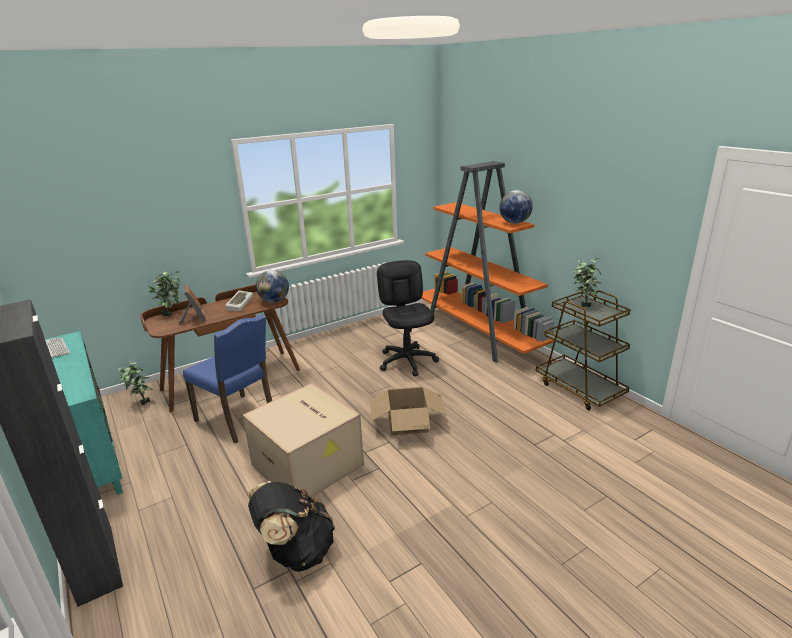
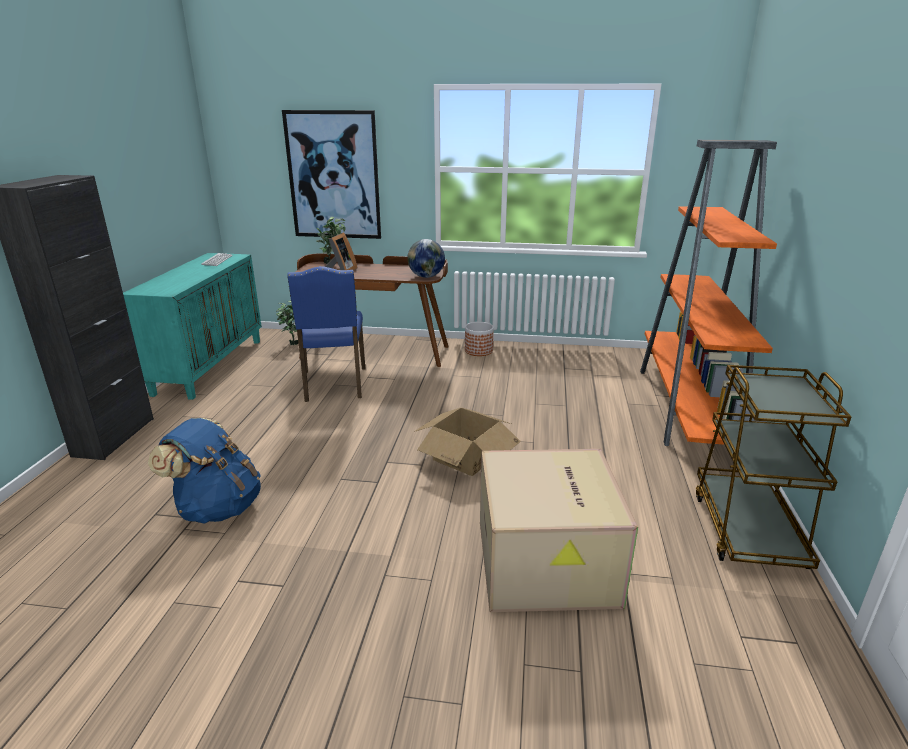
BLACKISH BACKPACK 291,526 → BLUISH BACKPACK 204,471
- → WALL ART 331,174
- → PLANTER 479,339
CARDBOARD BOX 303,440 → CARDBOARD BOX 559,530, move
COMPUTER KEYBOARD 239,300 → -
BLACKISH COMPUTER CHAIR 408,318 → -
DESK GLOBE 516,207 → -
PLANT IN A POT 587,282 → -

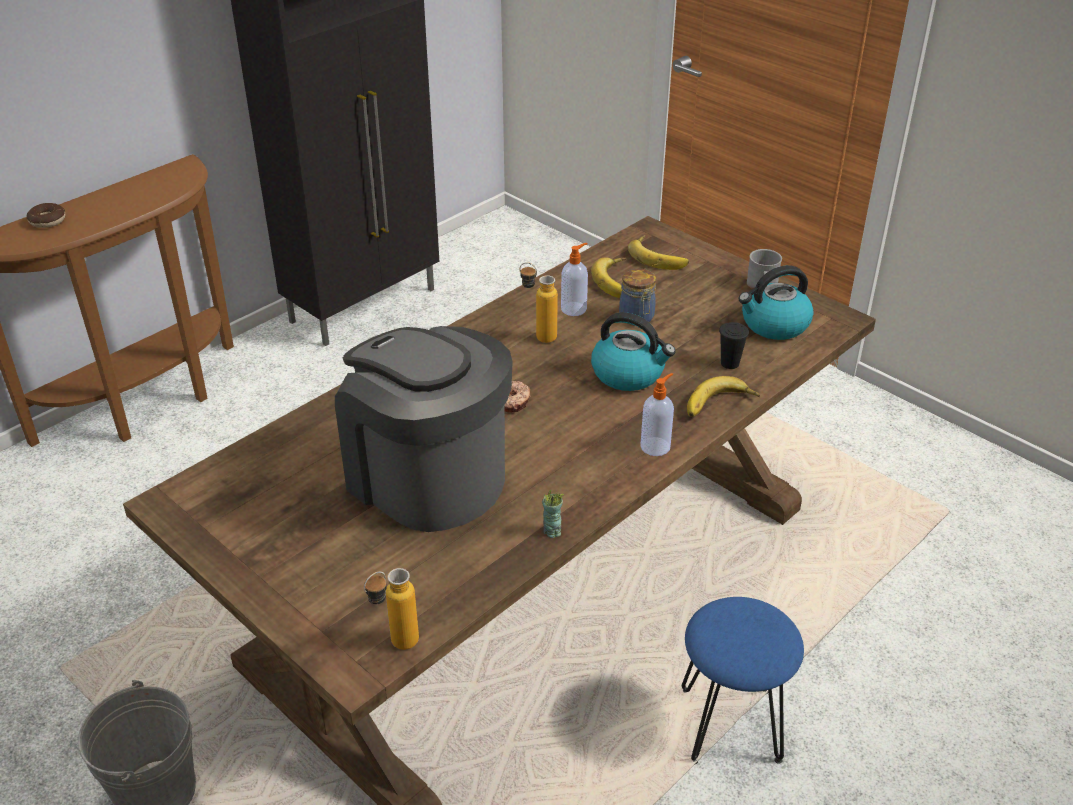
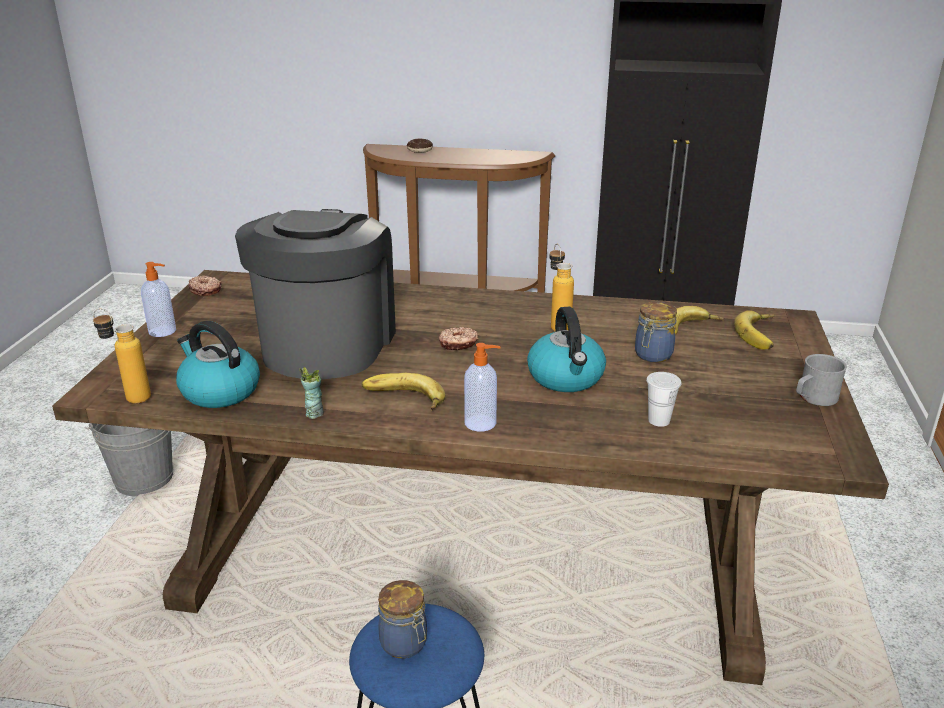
LIQUID SOAP BOTTLE 574,279 → LIQUID SOAP BOTTLE 158,299, move
KETTLE 776,302 → KETTLE 218,364, move
- → DOUGHNUT 205,285
BANANA 723,396 → BANANA 403,392, move
- → STORAGE JAR 402,619
BLACKISH CUP 734,345 → WHITE CUP 663,399

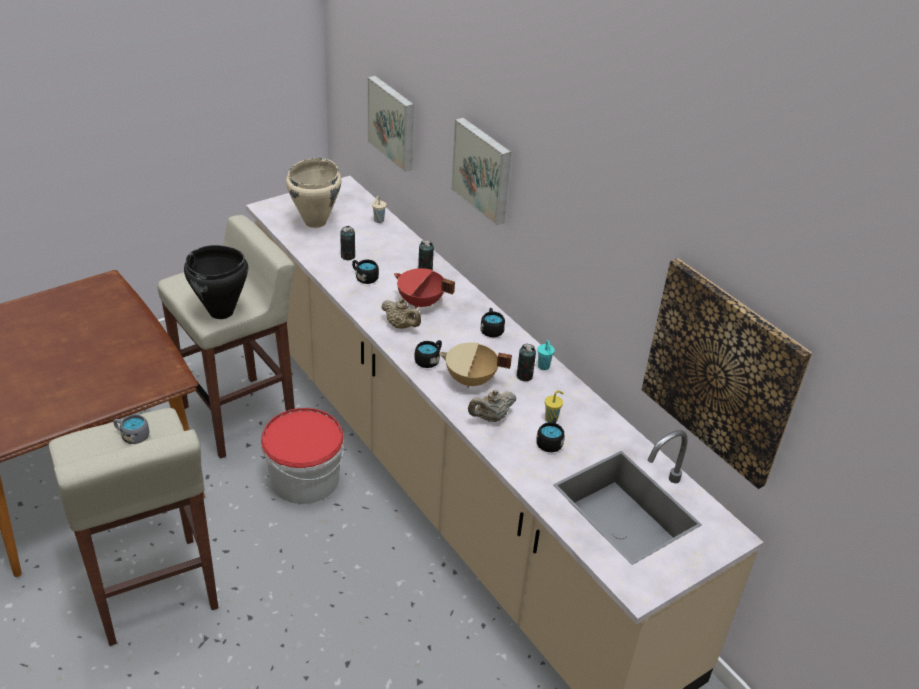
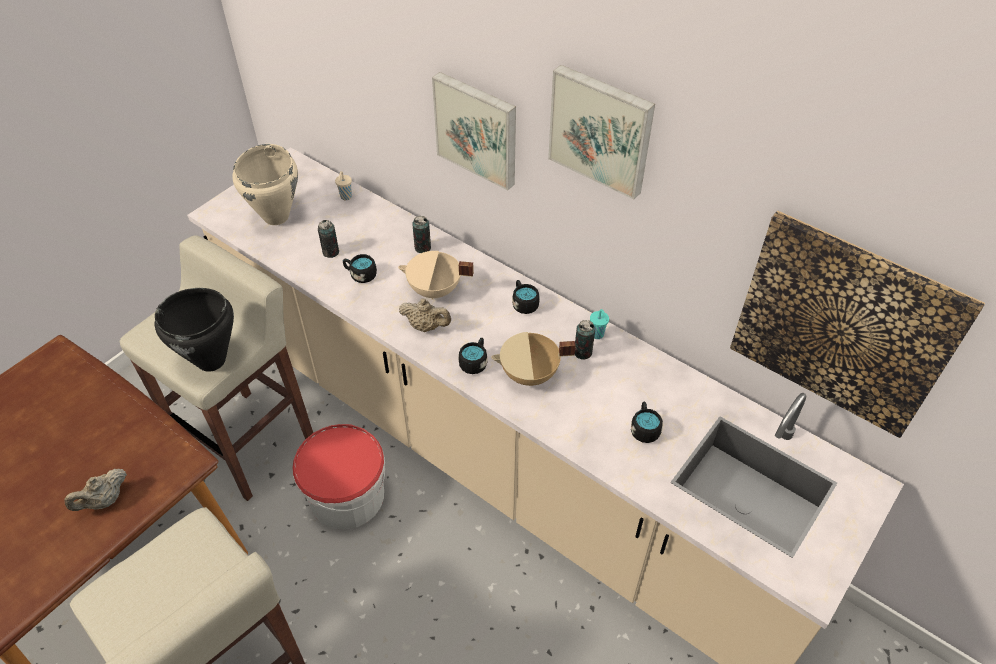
SAND-COLOURED TEAPOT 492,406 → SAND-COLOURED TEAPOT 95,490, move
RED-COLOURED STOCKPOT 424,288 → SAND-COLOURED STOCKPOT 436,275
WALL ART 391,124 → WALL ART 601,132, move
GRAY TEA MUG 131,429 → -
YELLOW CUP 554,406 → -

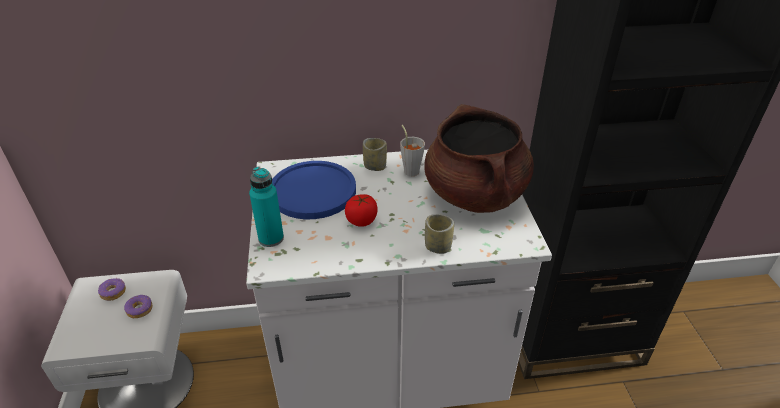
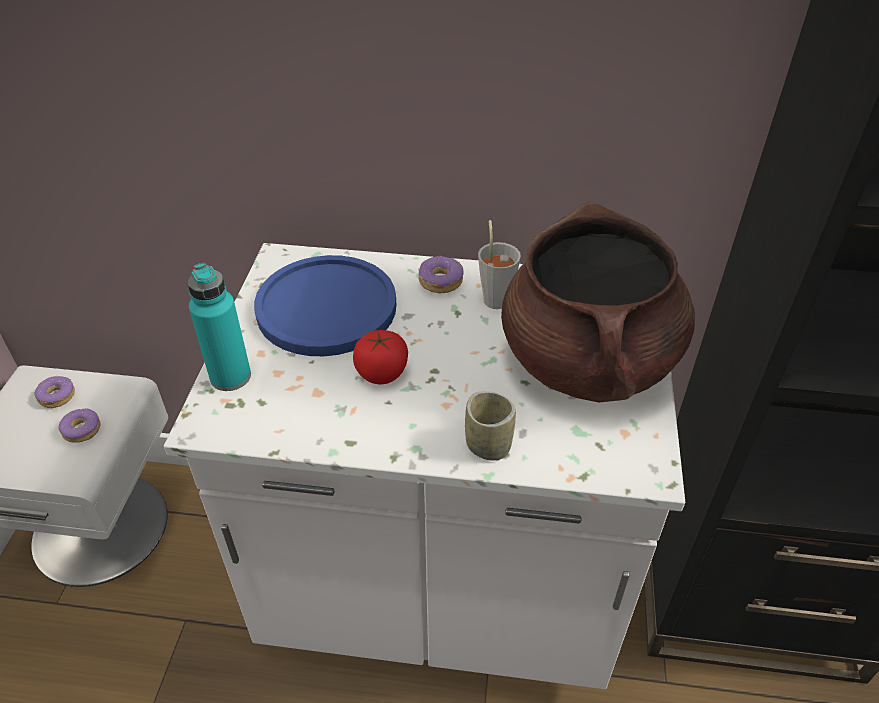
CUP 375,154 → DOUGHNUT 441,275

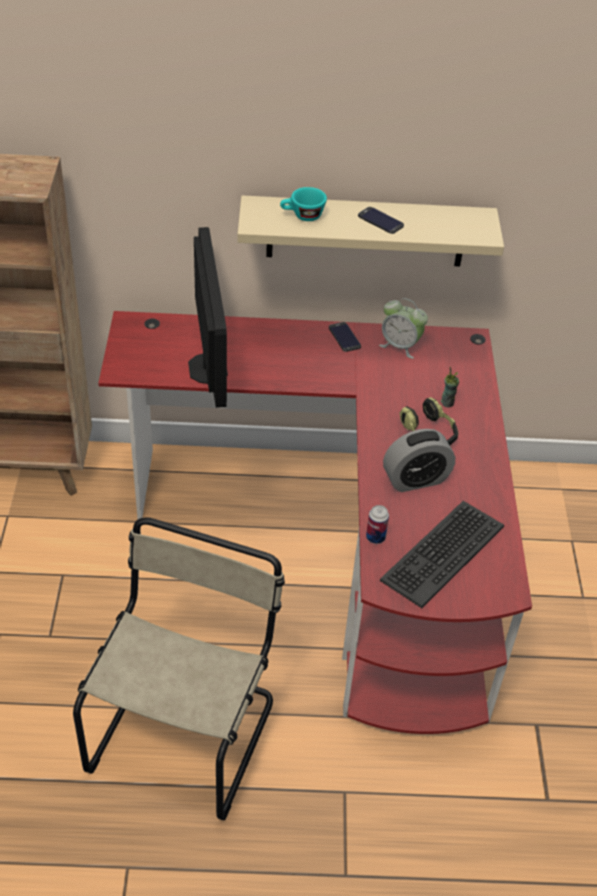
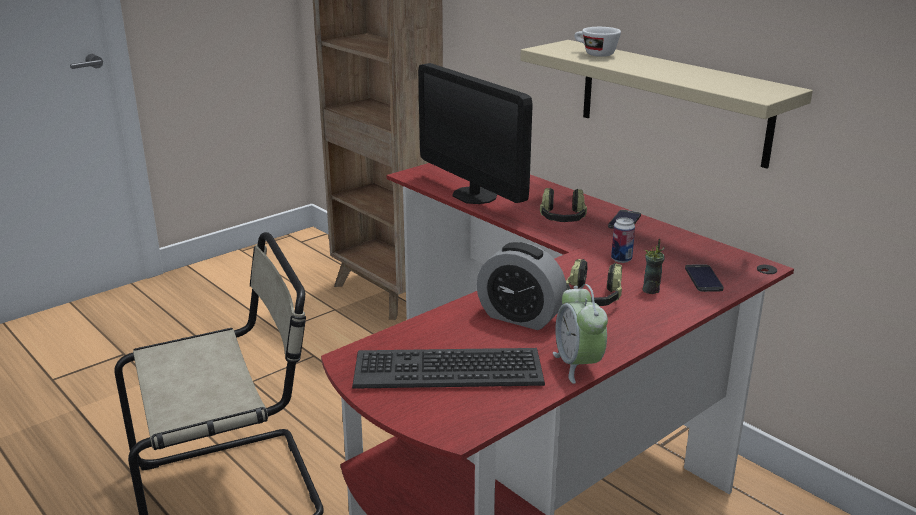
COMPUTER DISPLAY 208,317 → COMPUTER DISPLAY 475,133, 105 degrees clockwise
- → PAIR OF HEADPHONES 563,205
BEDSIDE CLOCK 403,328 → BEDSIDE CLOCK 580,334, move
BLUE-GREEN CUP 303,204 → WHITE CUP 597,42
CAN 377,524 → CAN 623,240, move
PHONE 381,220 → PHONE 704,278, move

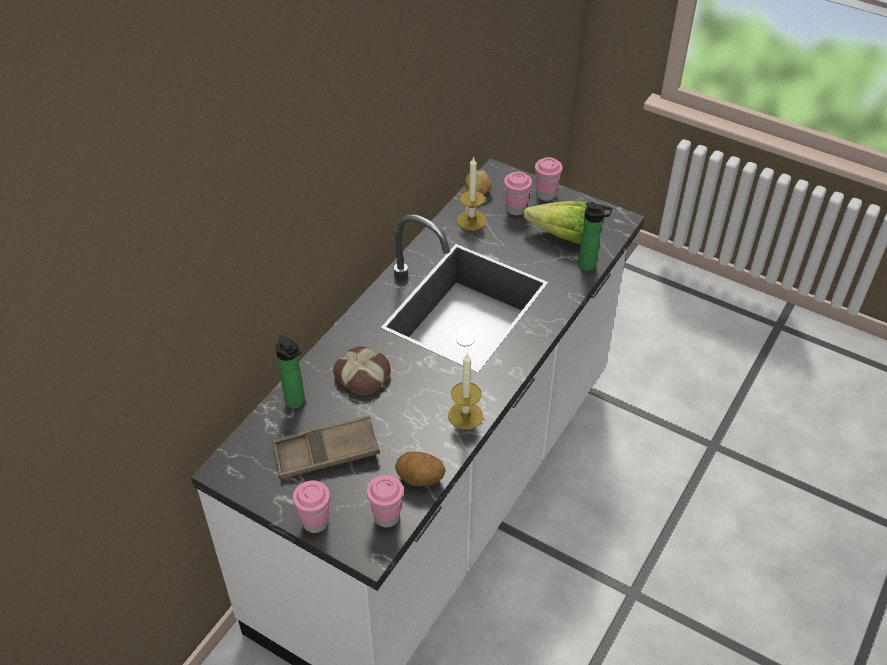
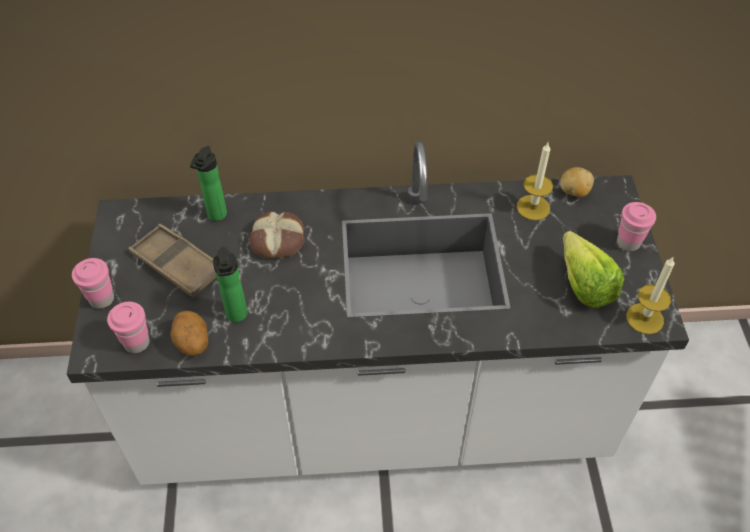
BEVERAGE BOTTLE 595,236 → BEVERAGE BOTTLE 230,284, move
CANDLE 465,391 → CANDLE 650,295, move
PINK-COLOURED CUP 518,193 → -

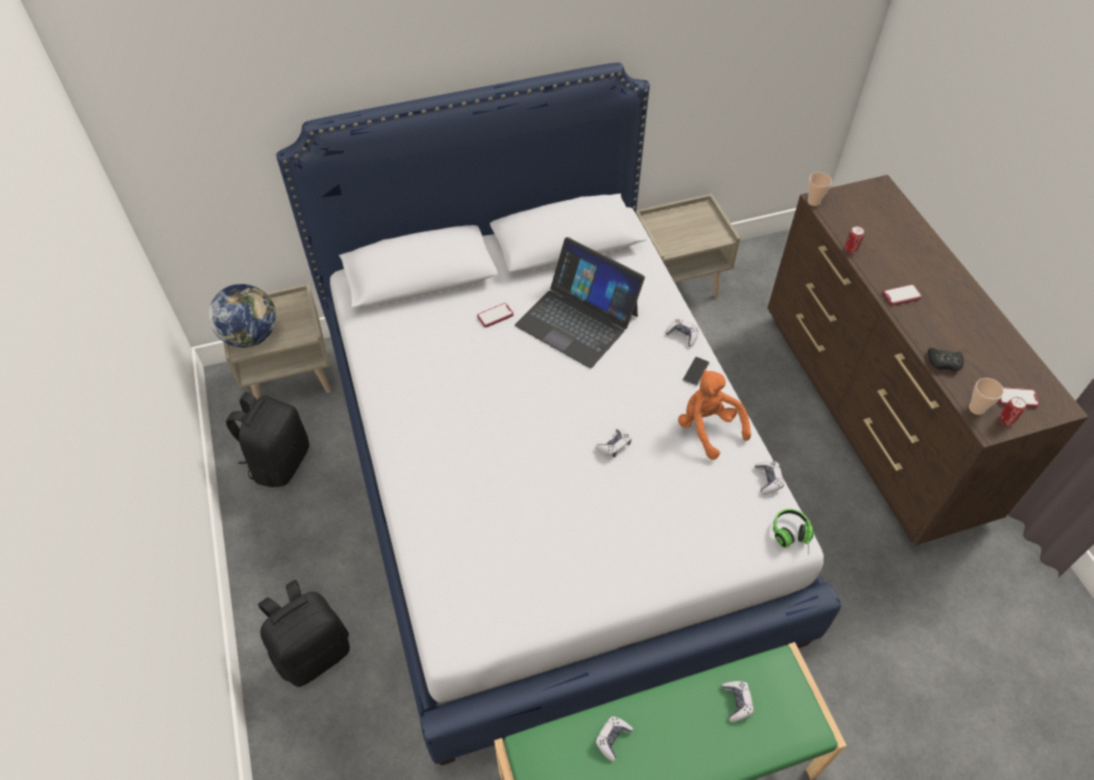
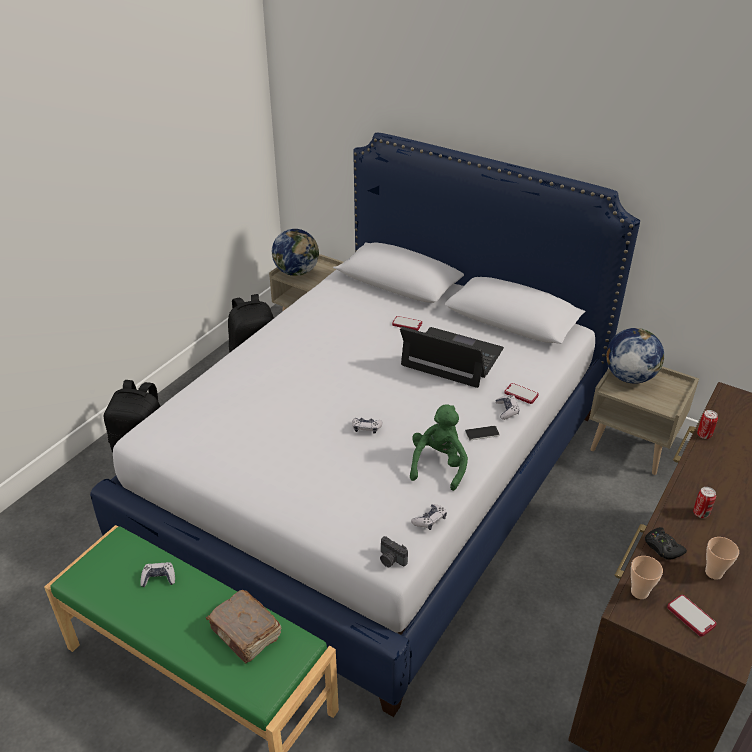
GAME CONTROLLER 738,701 → BROWN-COLOURED VOLUME 244,626
PAIR OF HEADPHONES 793,532 → STILL CAMERA 394,551
LAPTOP 580,302 → LAPTOP 452,357, 120 degrees clockwise
ORANGE-COLOURED CUDDLY TOY 714,414 → GREENISH CUDDLY TOY 439,447
PHONE 902,295 → PHONE 521,393, move
- → DESK GLOBE 635,356
CAN 1012,411 → CAN 704,502, move
CUP 820,189 → CUP 722,558, move

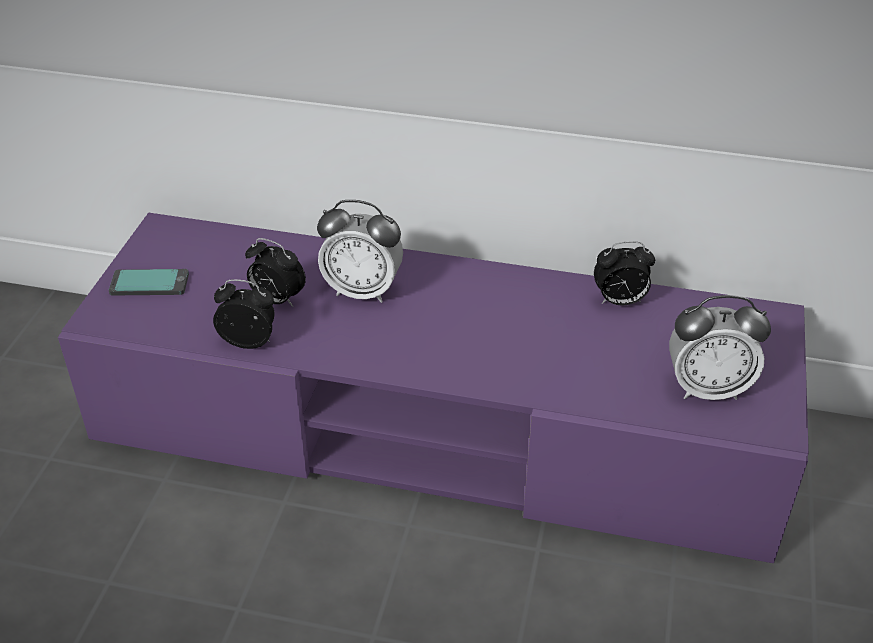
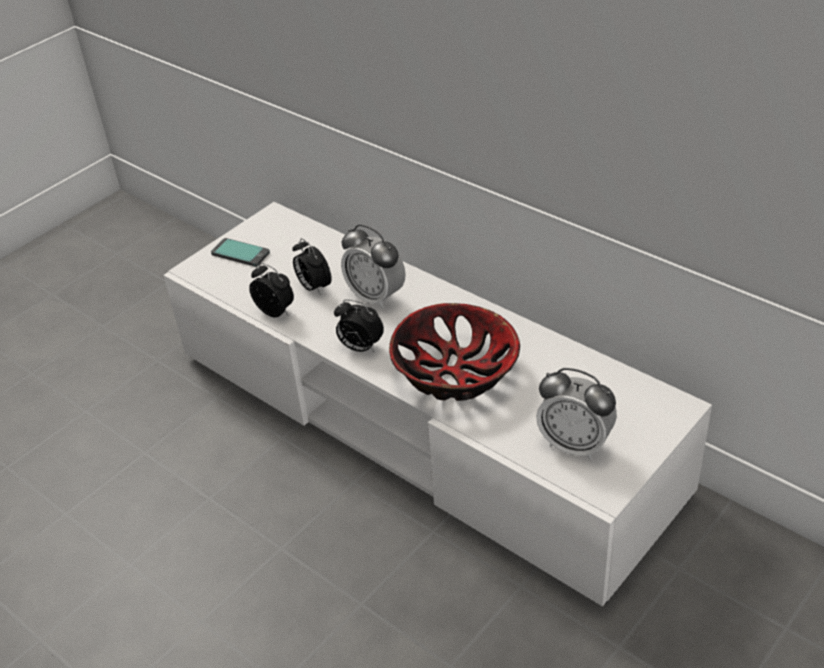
PURPLE TV STAND 433,388 → WHITE TV STAND 438,404
BEDSIDE CLOCK 624,273 → BEDSIDE CLOCK 359,326, move
- → BOWL 454,352

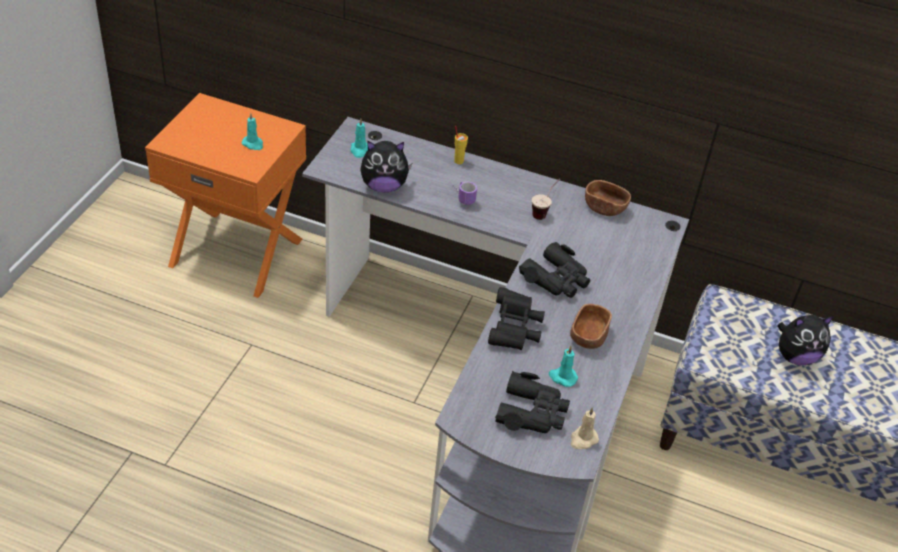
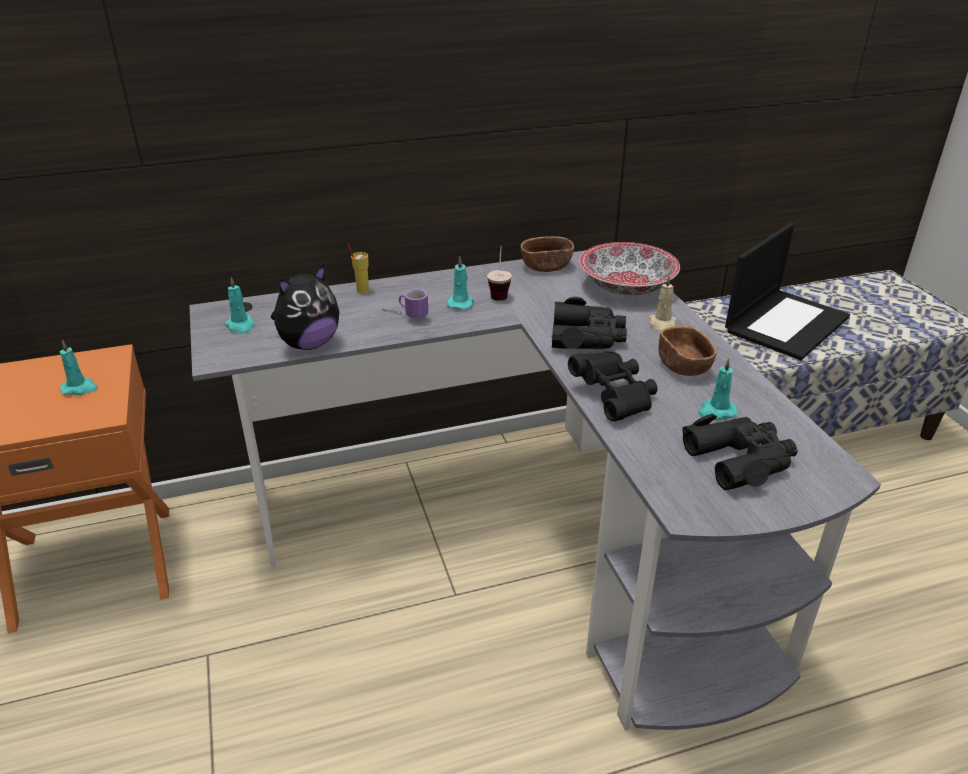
- → BLUE-GREEN CANDLE 460,283
- → BOWL 629,269
SAND-COLOURED CANDLE 585,428 → SAND-COLOURED CANDLE 663,304, move
CUDDLY TOY 805,340 → LAPTOP 787,291

